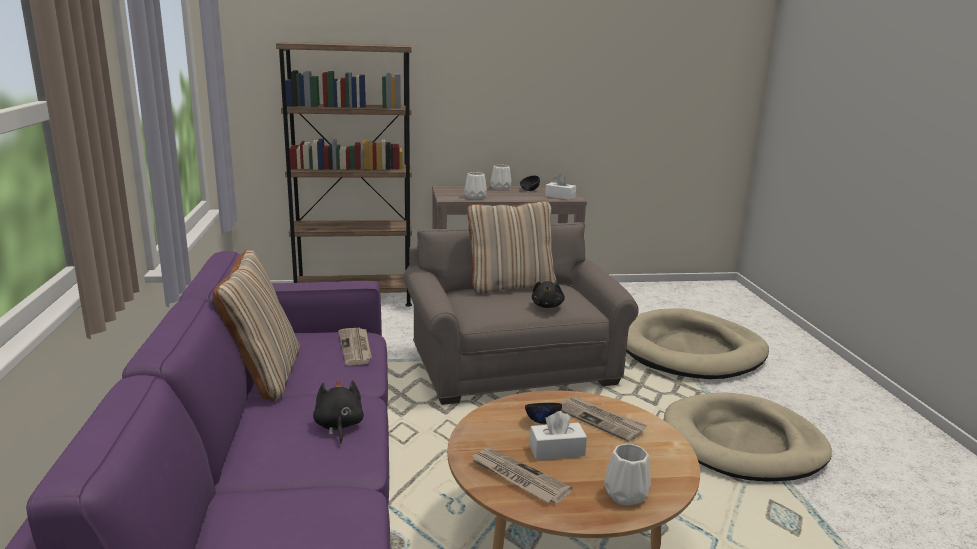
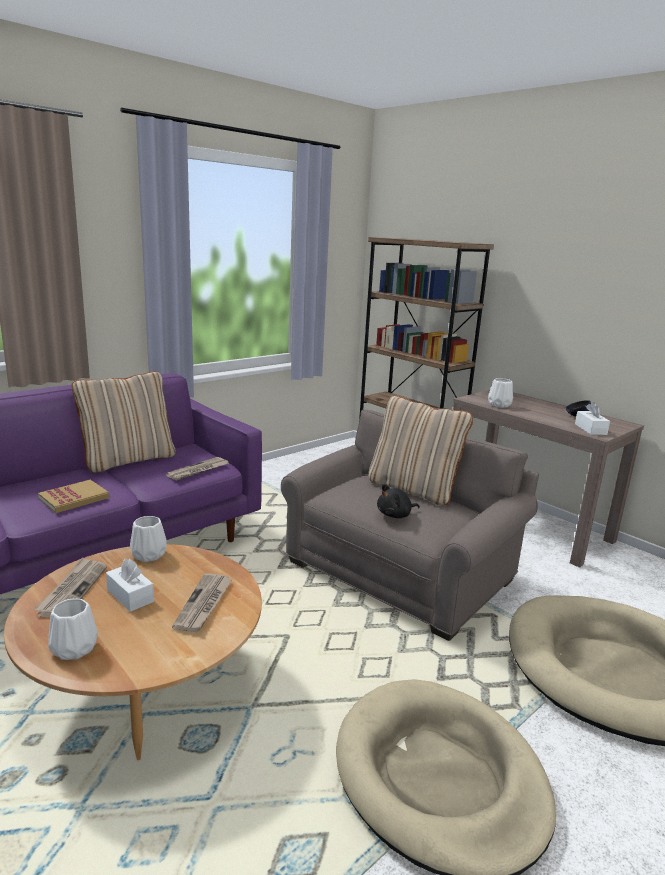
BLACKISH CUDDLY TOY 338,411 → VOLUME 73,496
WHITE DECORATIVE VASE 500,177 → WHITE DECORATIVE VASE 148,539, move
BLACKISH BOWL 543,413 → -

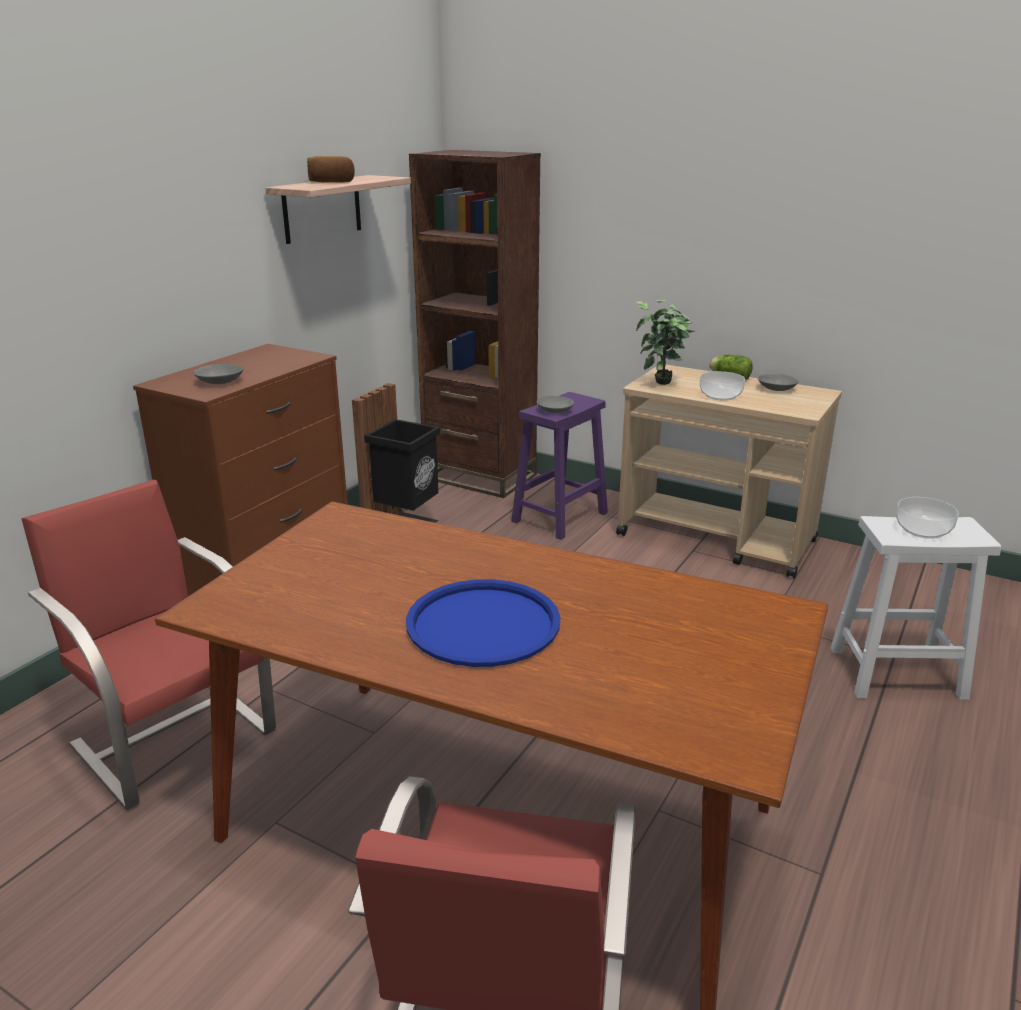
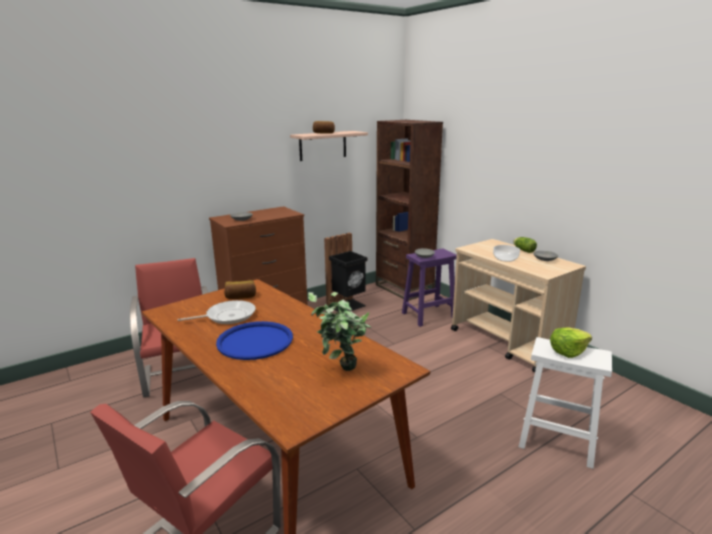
- → FRYING PAN 217,312
- → BAKERY BREAD 240,289
PLANT IN A POT 665,342 → PLANT IN A POT 339,331, move
BOWL 927,518 → LETTUCE HEAD 571,342

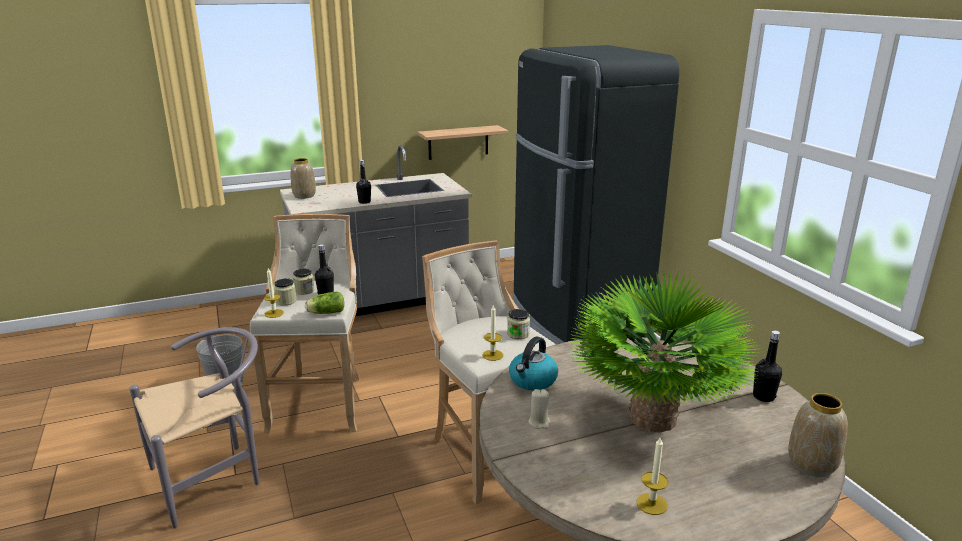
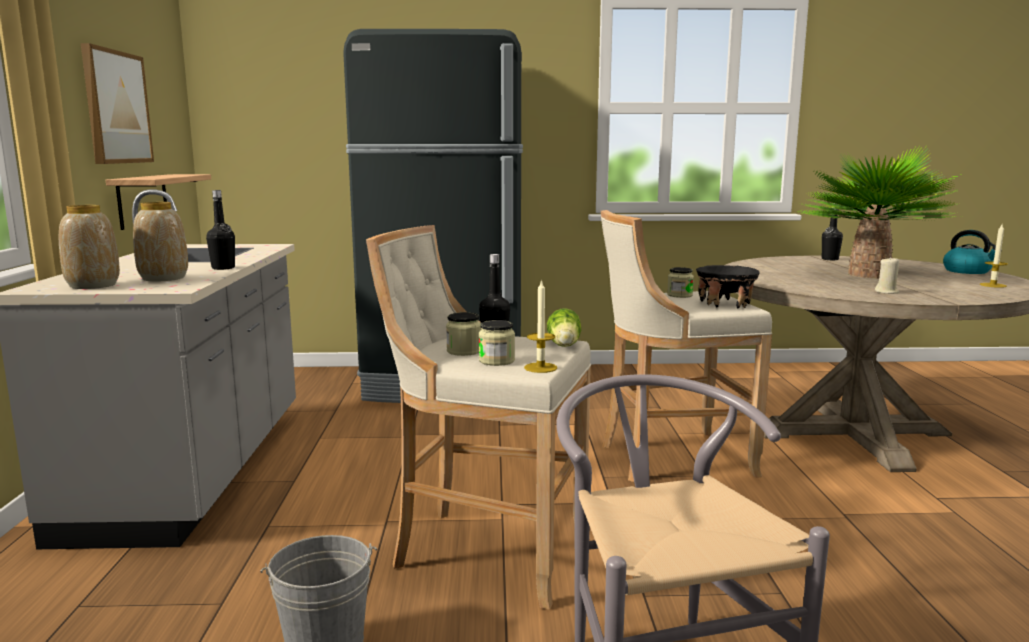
- → WALL ART 117,103
DECORATIVE VASE 818,435 → DECORATIVE VASE 160,242, move
CANDLE 493,333 → BLACKISH BOWL 728,286
KETTLE 533,364 → KETTLE 972,252, move

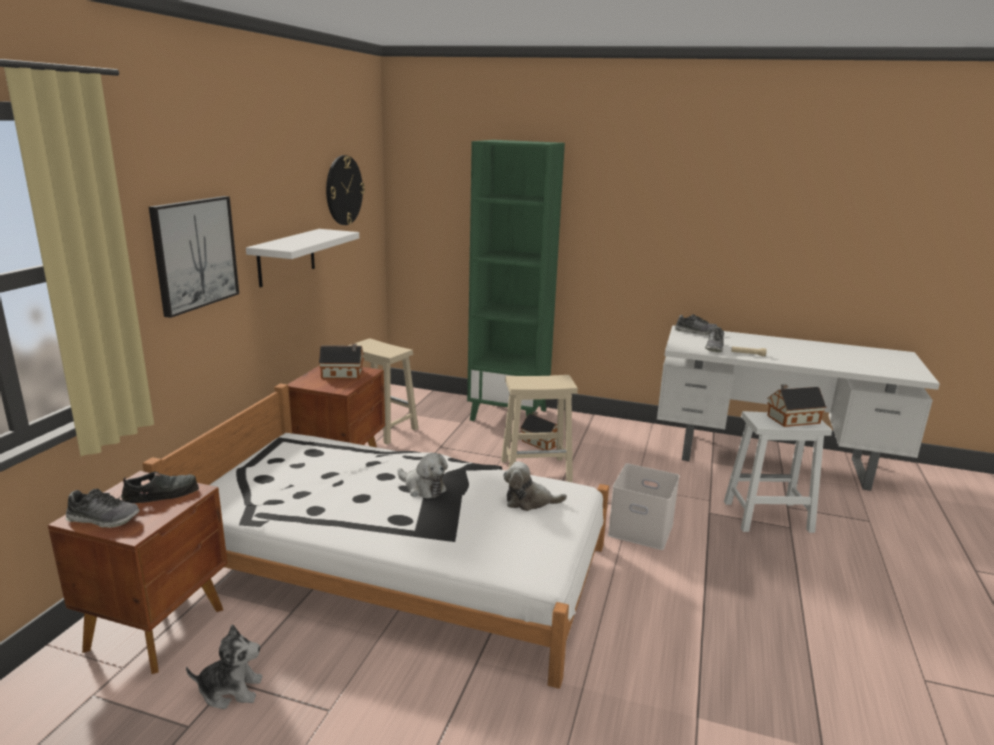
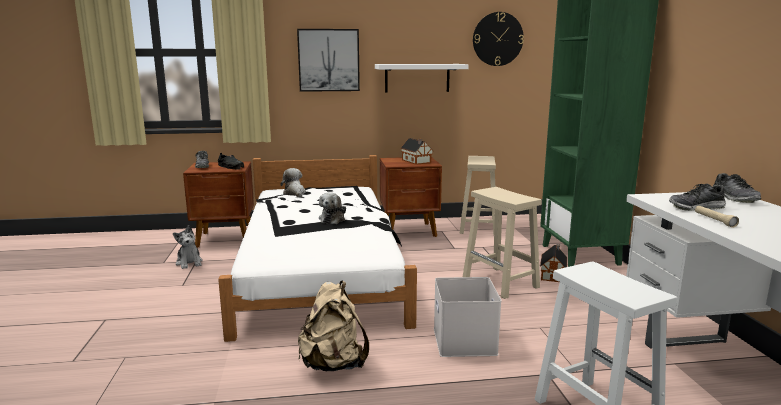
CUDDLY TOY 535,486 → CUDDLY TOY 293,183, move
- → SAND-COLOURED BACKPACK 333,325
TOY HOUSE 796,405 → -

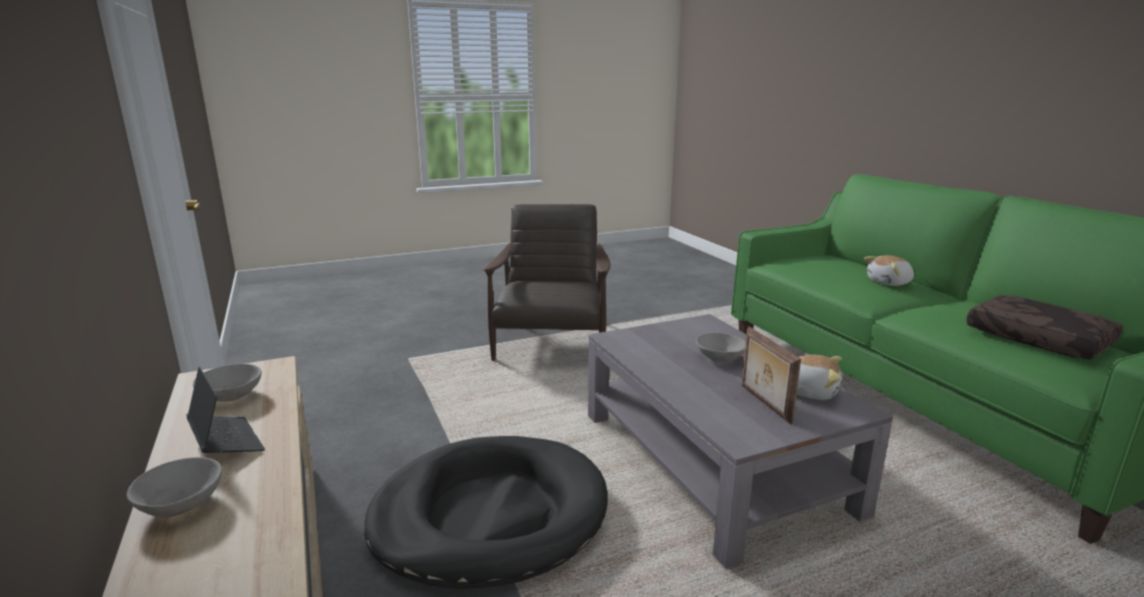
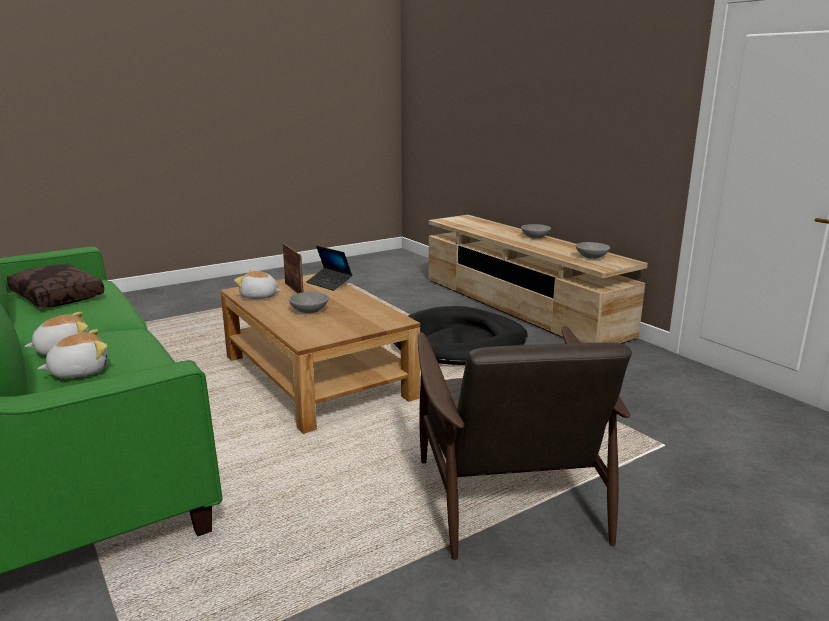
- → CUDDLY TOY 73,353
GRAY LOW TABLE 740,441 → BROWN-COLOURED LOW TABLE 320,353
LAPTOP 225,410 → LAPTOP 329,268, move

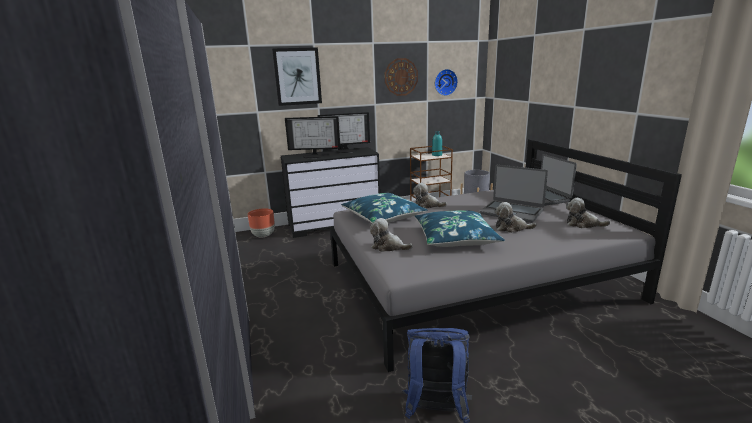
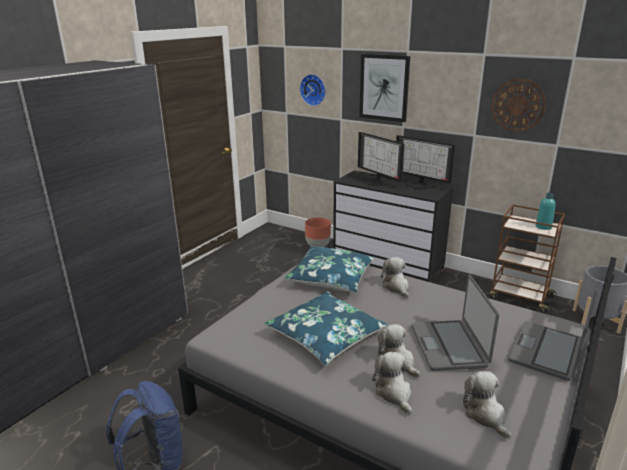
HANGING CLOCK 446,82 → HANGING CLOCK 313,90, move
CUDDLY TOY 391,235 → CUDDLY TOY 392,383, move

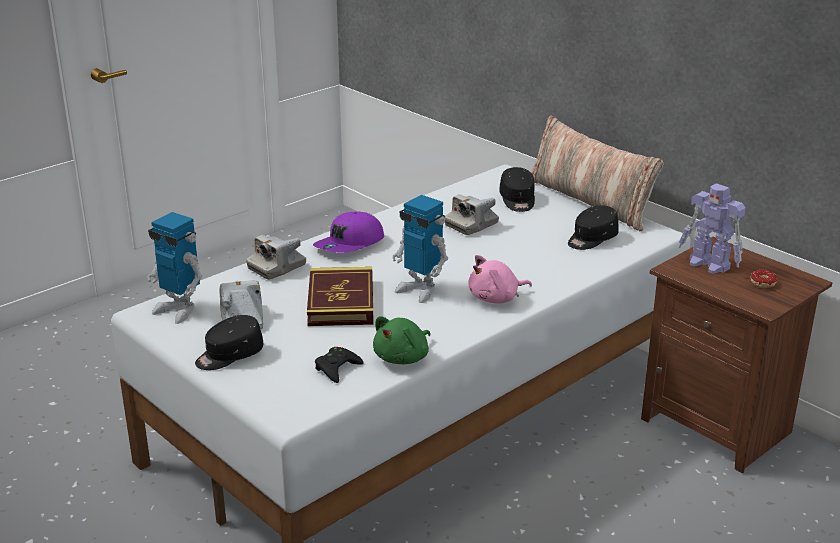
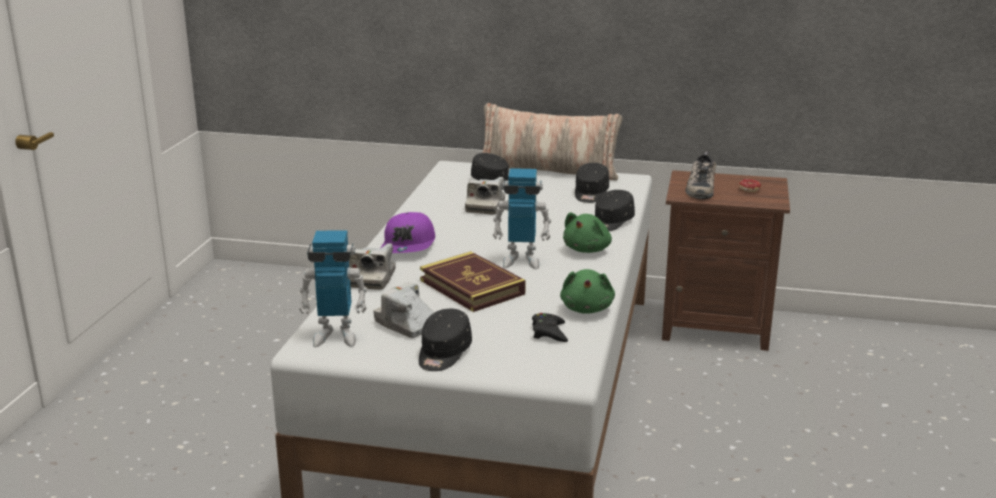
PINK-COLOURED CUDDLY TOY 500,279 → GREENISH CUDDLY TOY 587,232
- → BLACKISH CAP 615,210
TOY ROBOT 712,229 → ITEM OF FOOTWEAR 700,175

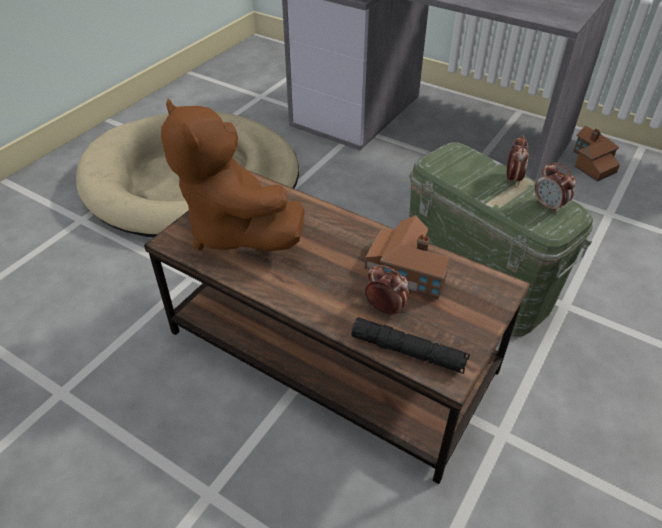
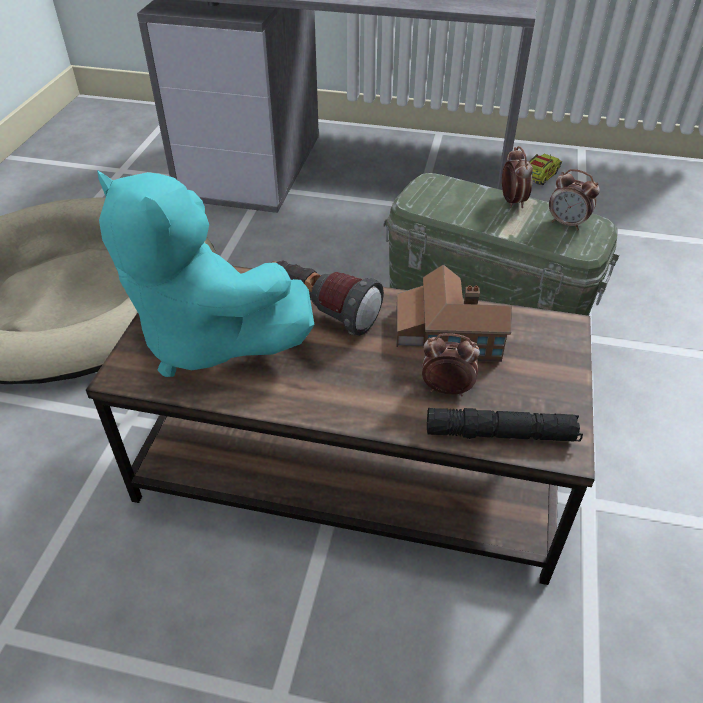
BROWN-COLOURED CUDDLY TOY 233,174 → BLUE-GREEN CUDDLY TOY 205,273
- → TORCH 327,298
TOY HOUSE 596,153 → MODEL TRUCK 545,169

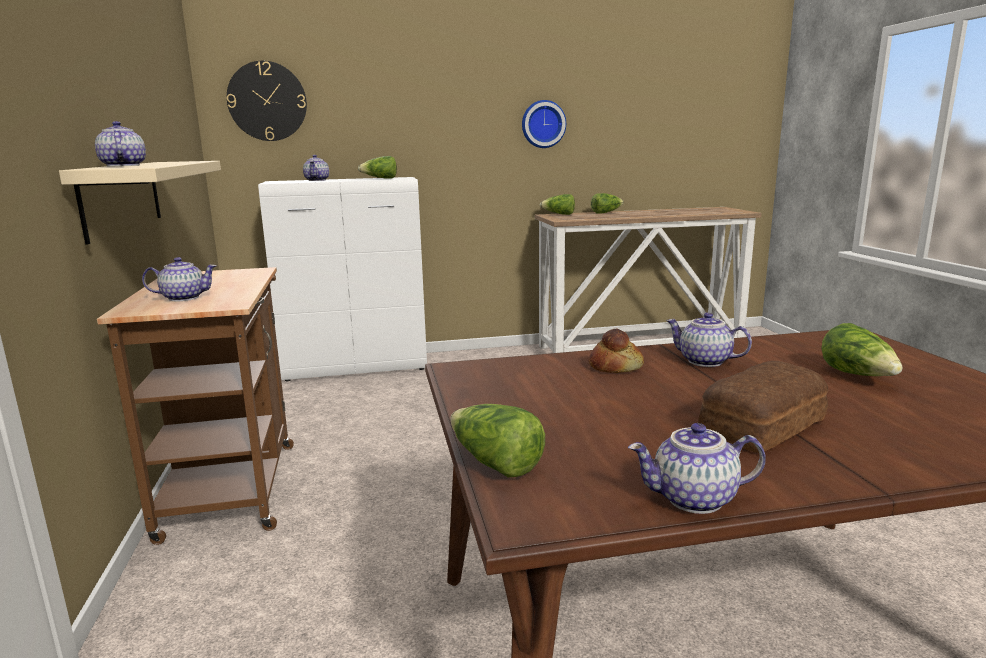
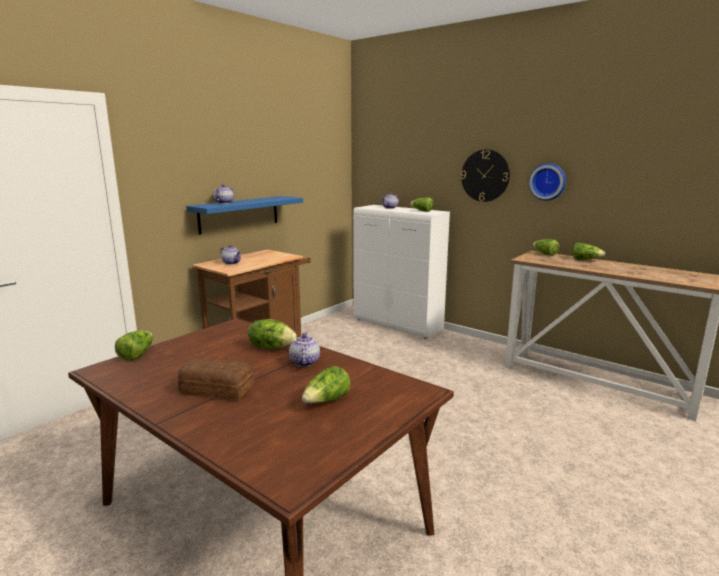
SAND-COLOURED WALL SHELF 140,203 → BLUISH WALL SHELF 244,215
BAKERY BREAD 616,351 → LETTUCE HEAD 272,334
HANGING CLOCK 267,101 → HANGING CLOCK 485,175, move
TEAPOT 697,468 → -

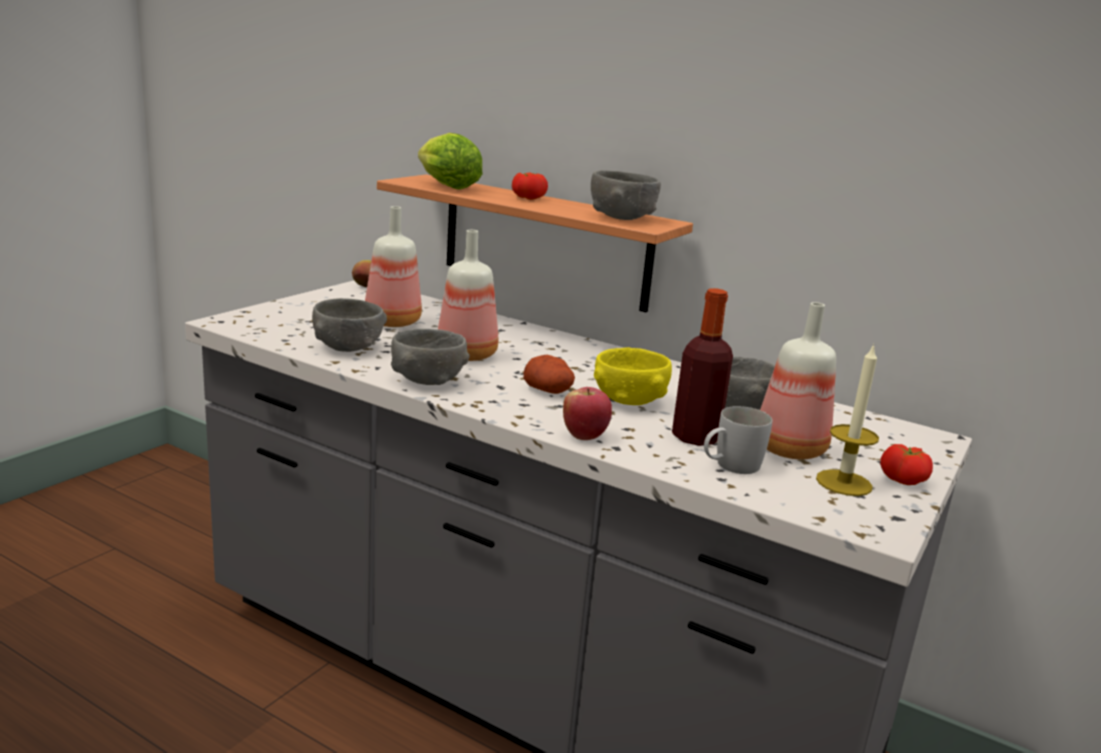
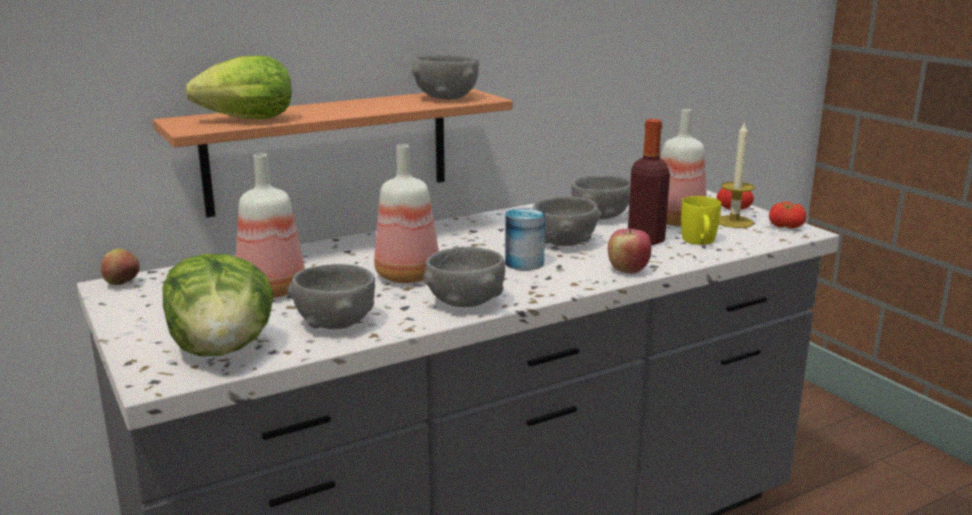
- → LETTUCE HEAD 218,305
WHOLE POTATO 549,374 → CAN 525,239
YELLOW BOWL 633,376 → GRAY BOWL 567,221
WHITE TEA MUG 738,440 → YELLOW TEA MUG 701,220
WHOLE TOMATO 530,186 → WHOLE TOMATO 787,215, move

